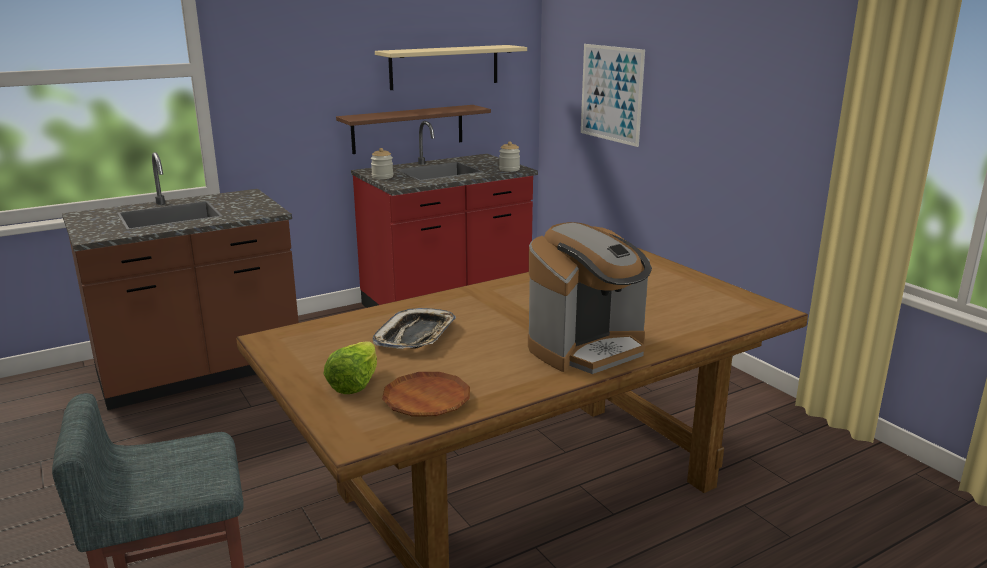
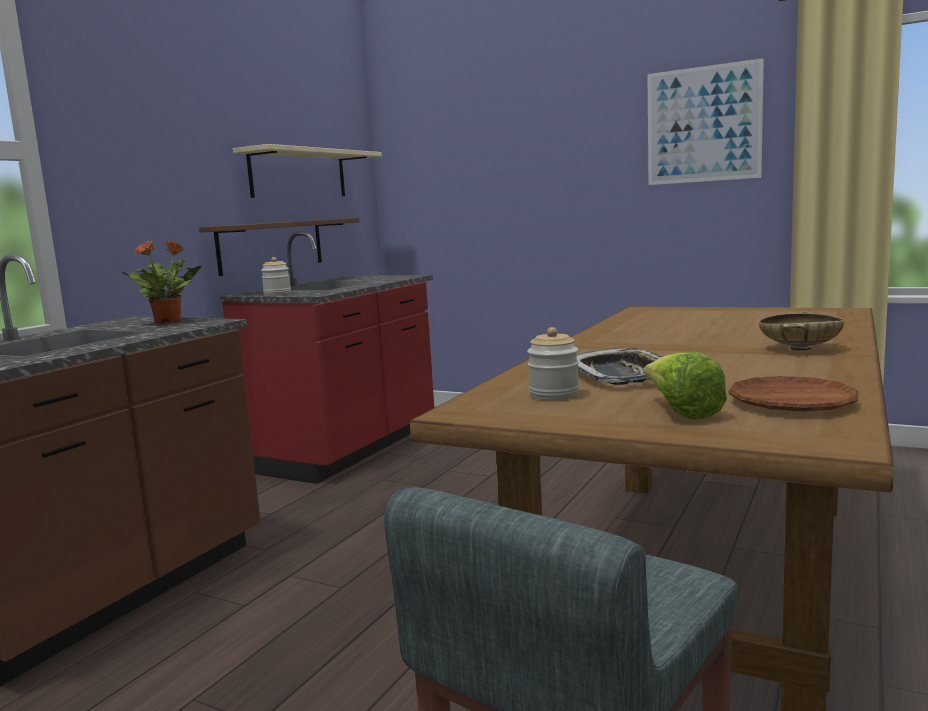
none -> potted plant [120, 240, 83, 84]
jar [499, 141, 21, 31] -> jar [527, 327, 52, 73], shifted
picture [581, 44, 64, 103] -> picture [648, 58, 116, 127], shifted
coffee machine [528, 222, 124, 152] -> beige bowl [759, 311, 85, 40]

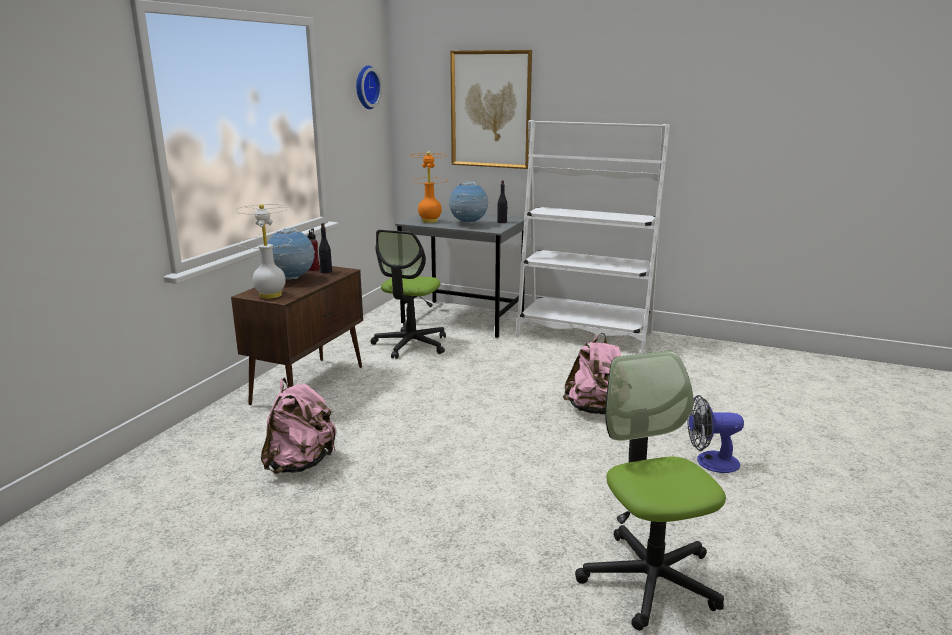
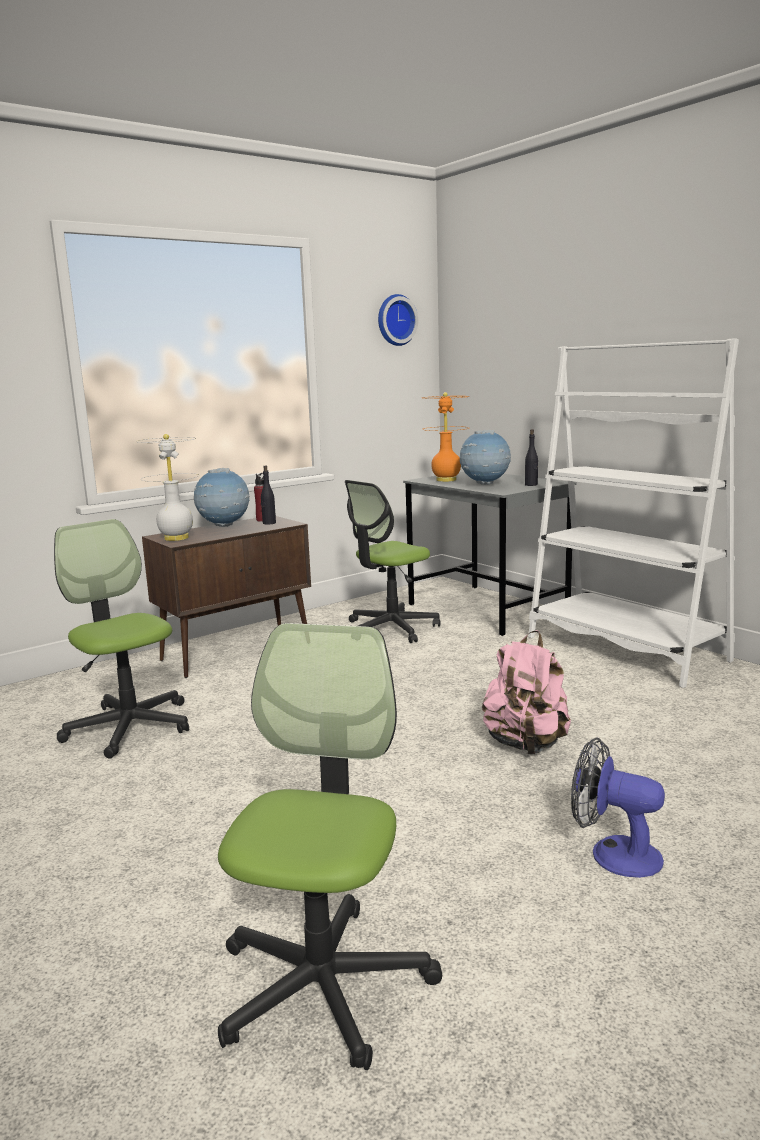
picture [450, 50, 82, 119] -> none
pink backpack [261, 378, 76, 96] -> office chair [54, 519, 135, 240]

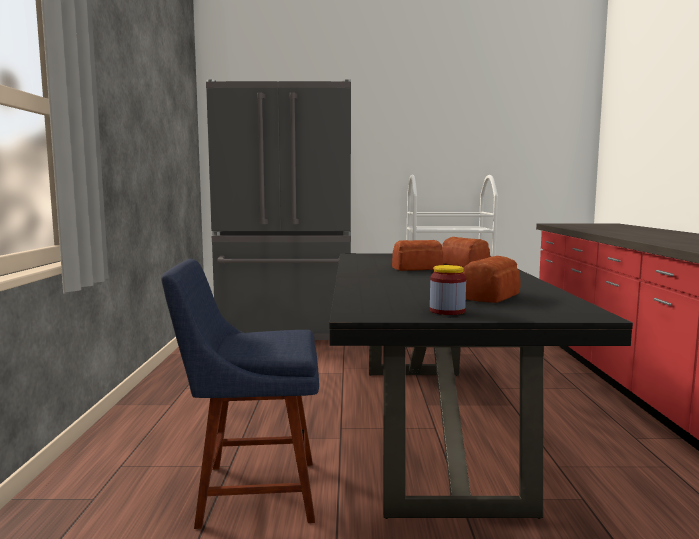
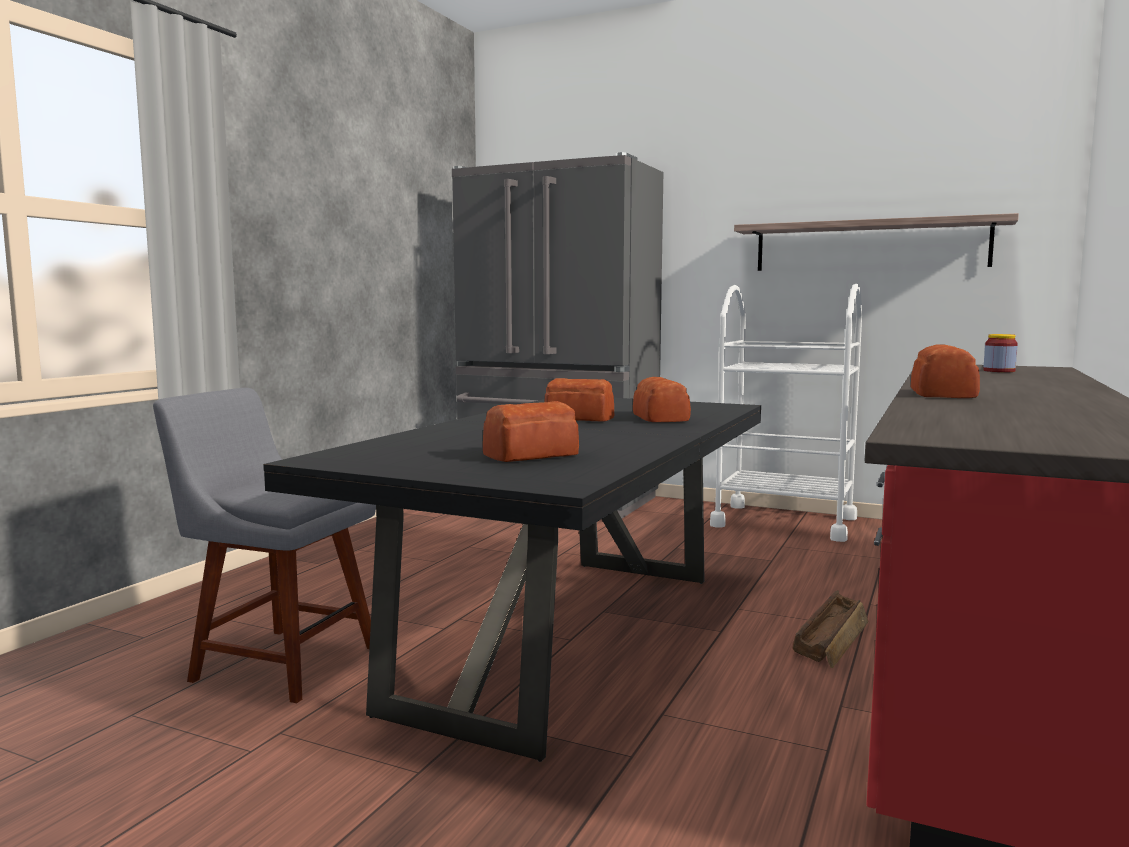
none -> shelf [734, 213, 285, 58]
none -> crate [793, 590, 75, 78]
none -> bread [911, 345, 69, 53]
jar [430, 265, 36, 50] -> jar [983, 334, 35, 38], shifted
blue chair [161, 259, 158, 270] -> grey chair [153, 388, 223, 315]

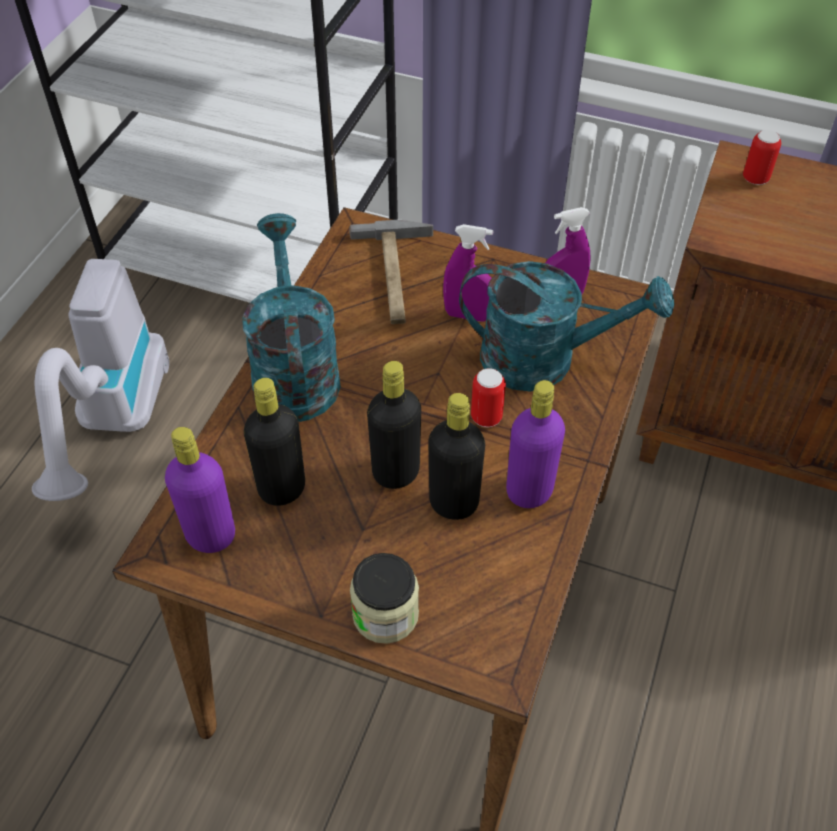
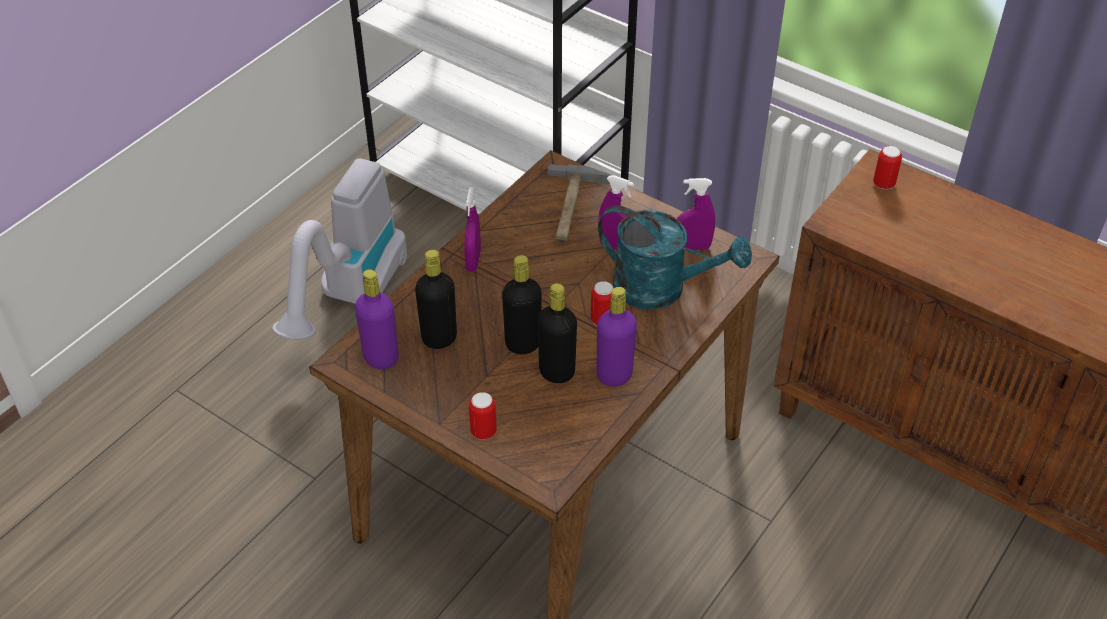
turquoise watering can [242, 213, 99, 209] -> purple spray bottle [464, 187, 17, 85]
jar [350, 553, 69, 91] -> can [469, 392, 28, 48]

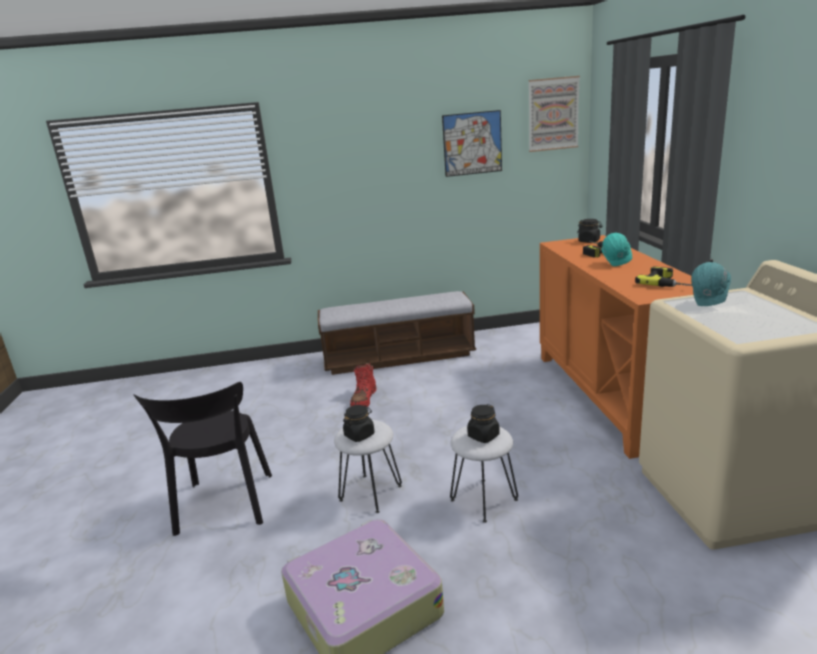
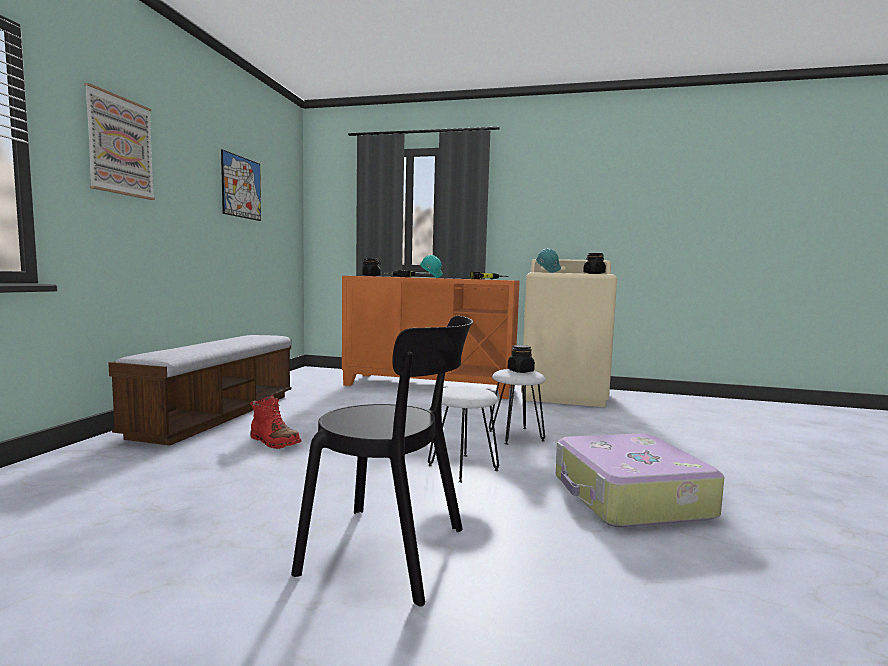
black jar [343, 405, 32, 37] -> black jar [583, 253, 23, 21], shifted
picture [528, 76, 52, 76] -> picture [84, 83, 71, 117], shifted

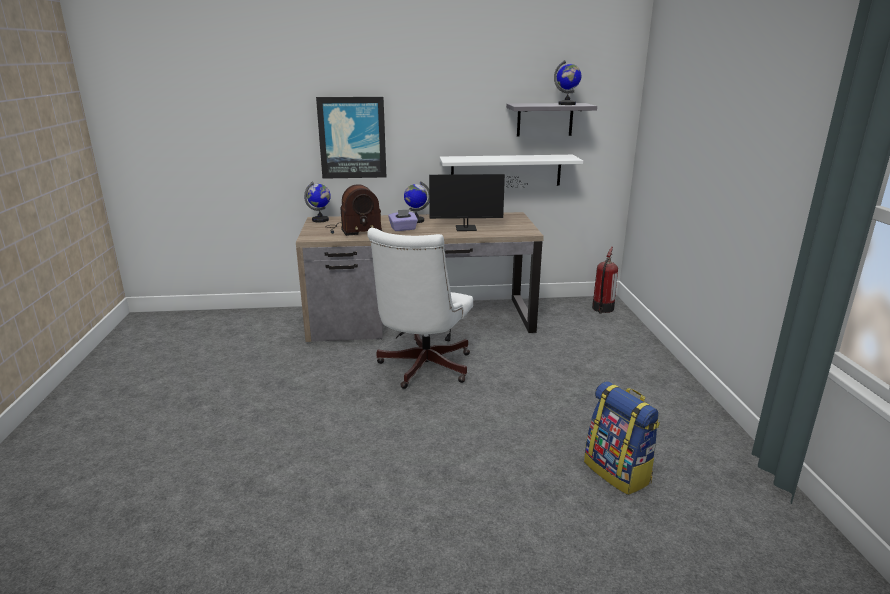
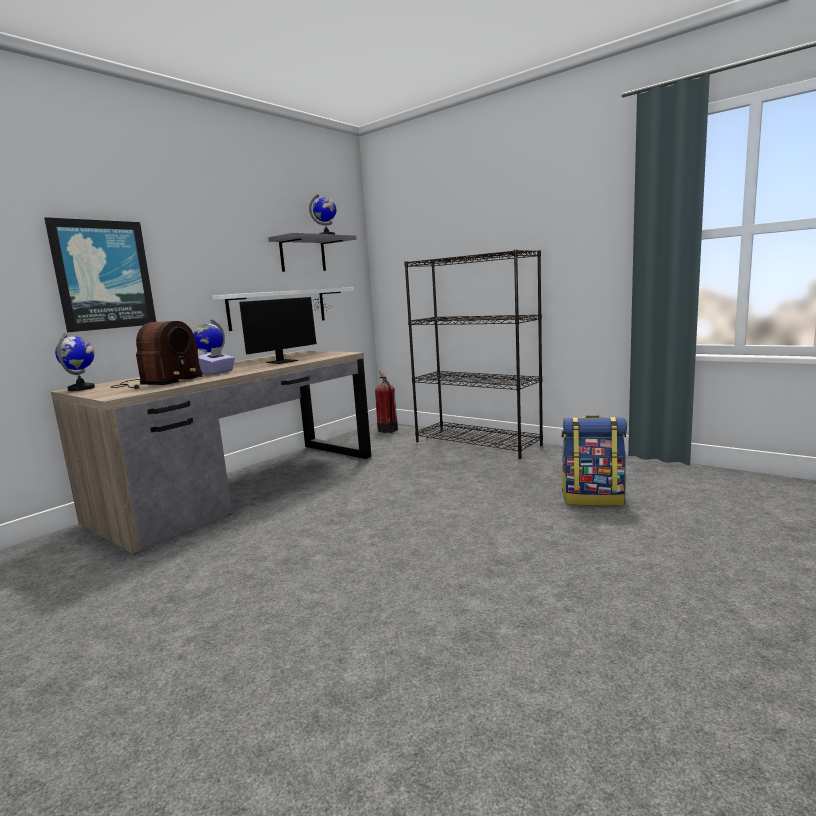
white office chair [367, 228, 106, 161] -> none
none -> black bookcase [404, 250, 139, 209]

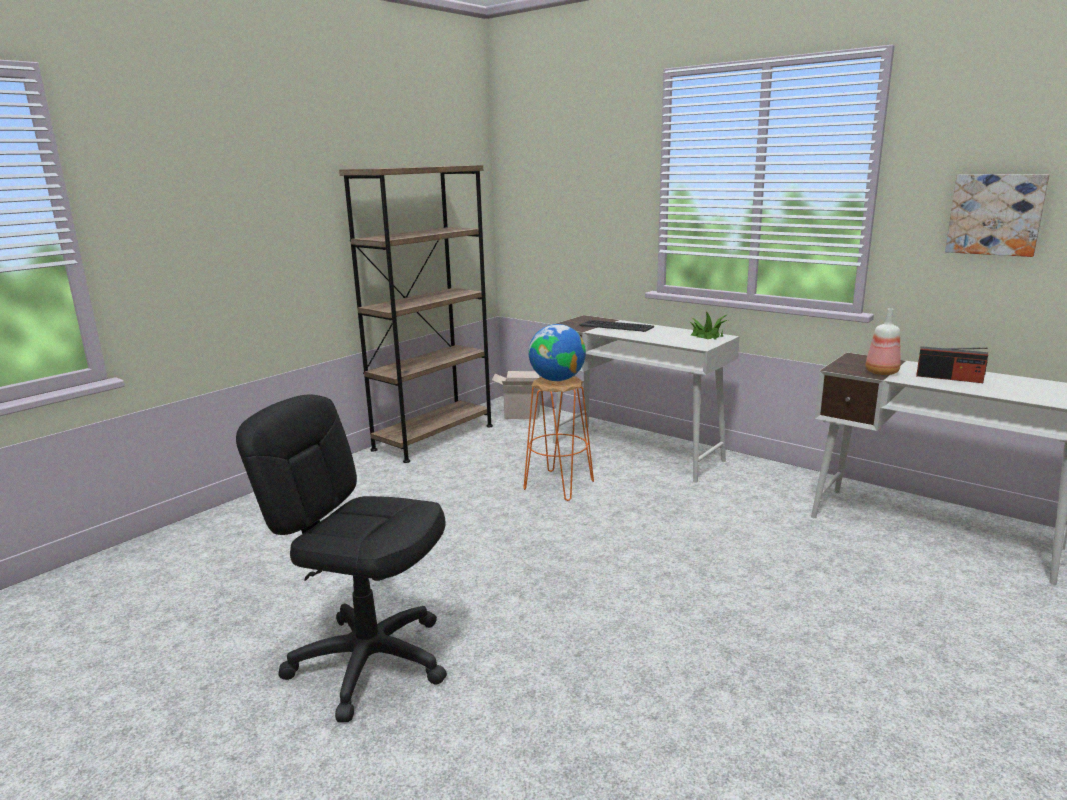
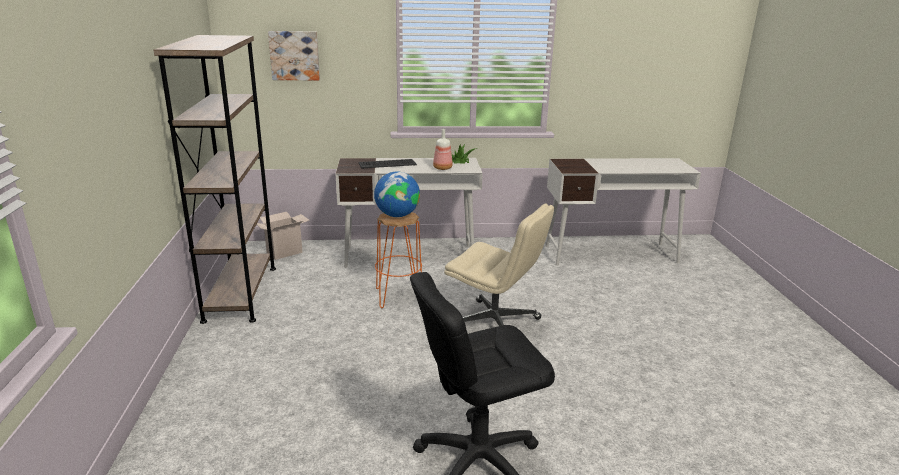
radio [916, 346, 72, 37] -> none
none -> beige office chair [444, 204, 110, 122]
bottle [865, 308, 36, 67] -> bottle [433, 129, 20, 41], shifted
picture [945, 174, 105, 83] -> picture [268, 31, 52, 50], shifted

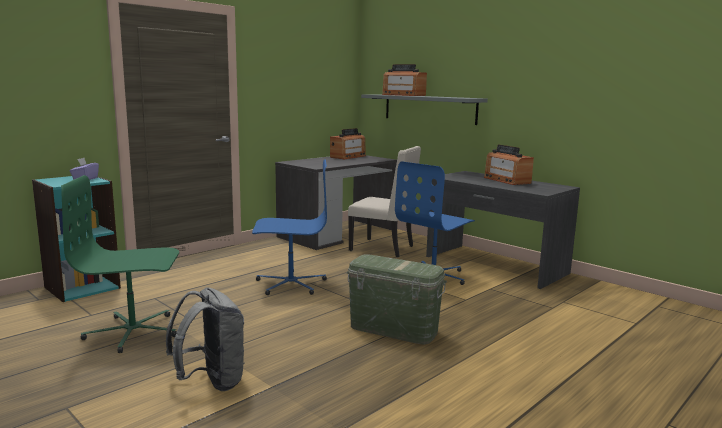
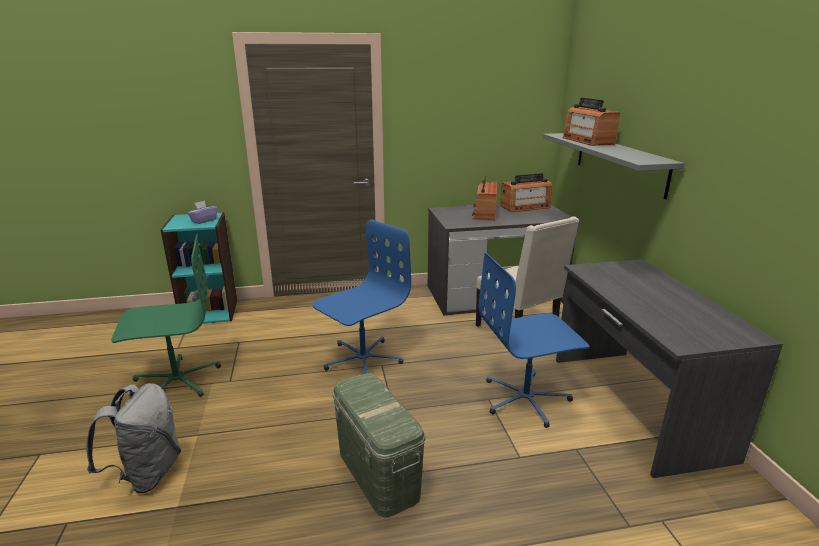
radio [484, 144, 50, 41] -> radio [472, 175, 25, 45], shifted
green office chair [61, 175, 118, 178] -> green office chair [111, 234, 110, 163], 135 degrees clockwise
blue office chair [252, 159, 75, 136] -> blue office chair [312, 219, 99, 155], 75 degrees counterclockwise

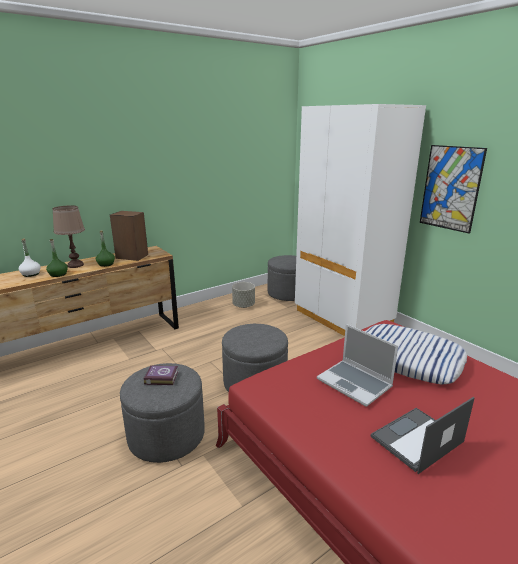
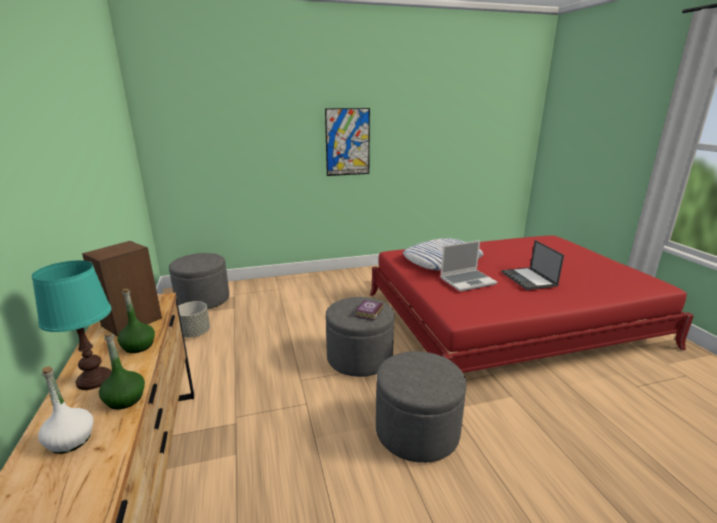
white wardrobe [295, 104, 131, 232] -> none
book [144, 365, 35, 20] -> book [355, 300, 28, 20], shifted
brown table lamp [52, 205, 33, 63] -> turquoise table lamp [32, 260, 80, 130]

